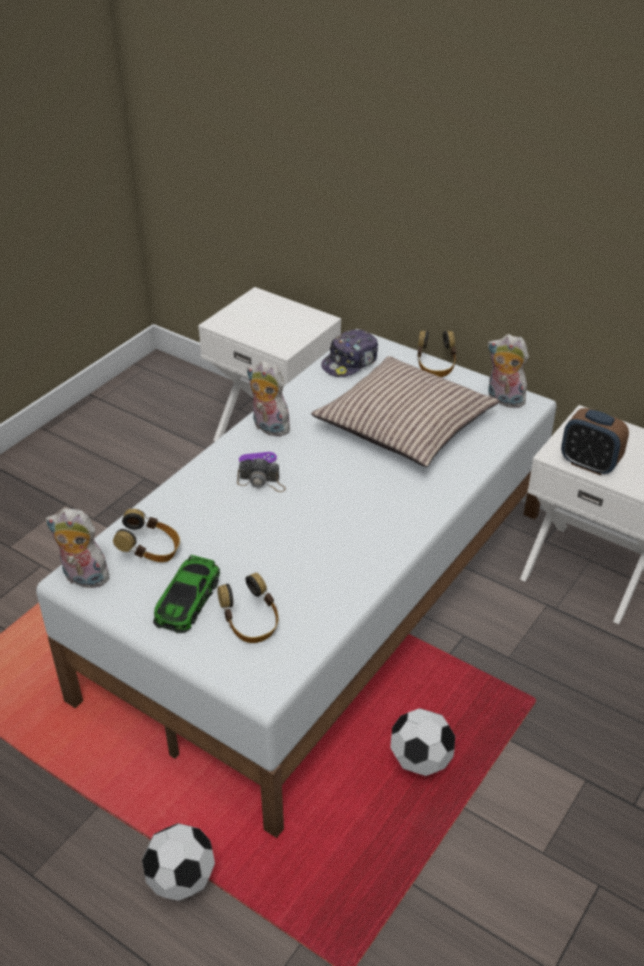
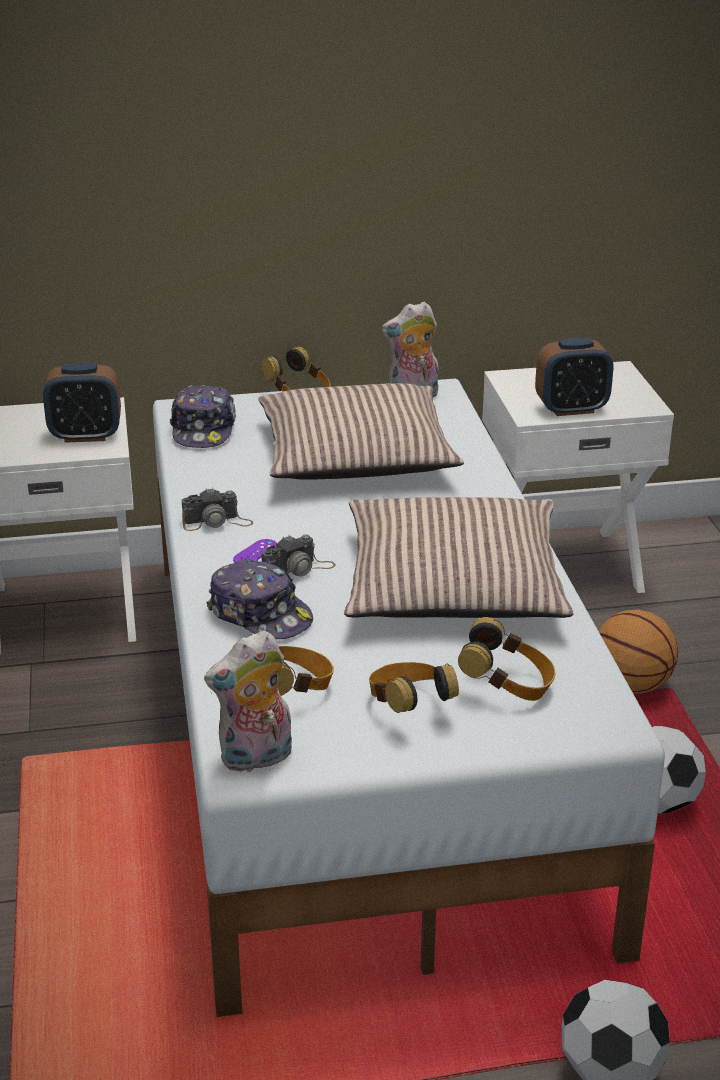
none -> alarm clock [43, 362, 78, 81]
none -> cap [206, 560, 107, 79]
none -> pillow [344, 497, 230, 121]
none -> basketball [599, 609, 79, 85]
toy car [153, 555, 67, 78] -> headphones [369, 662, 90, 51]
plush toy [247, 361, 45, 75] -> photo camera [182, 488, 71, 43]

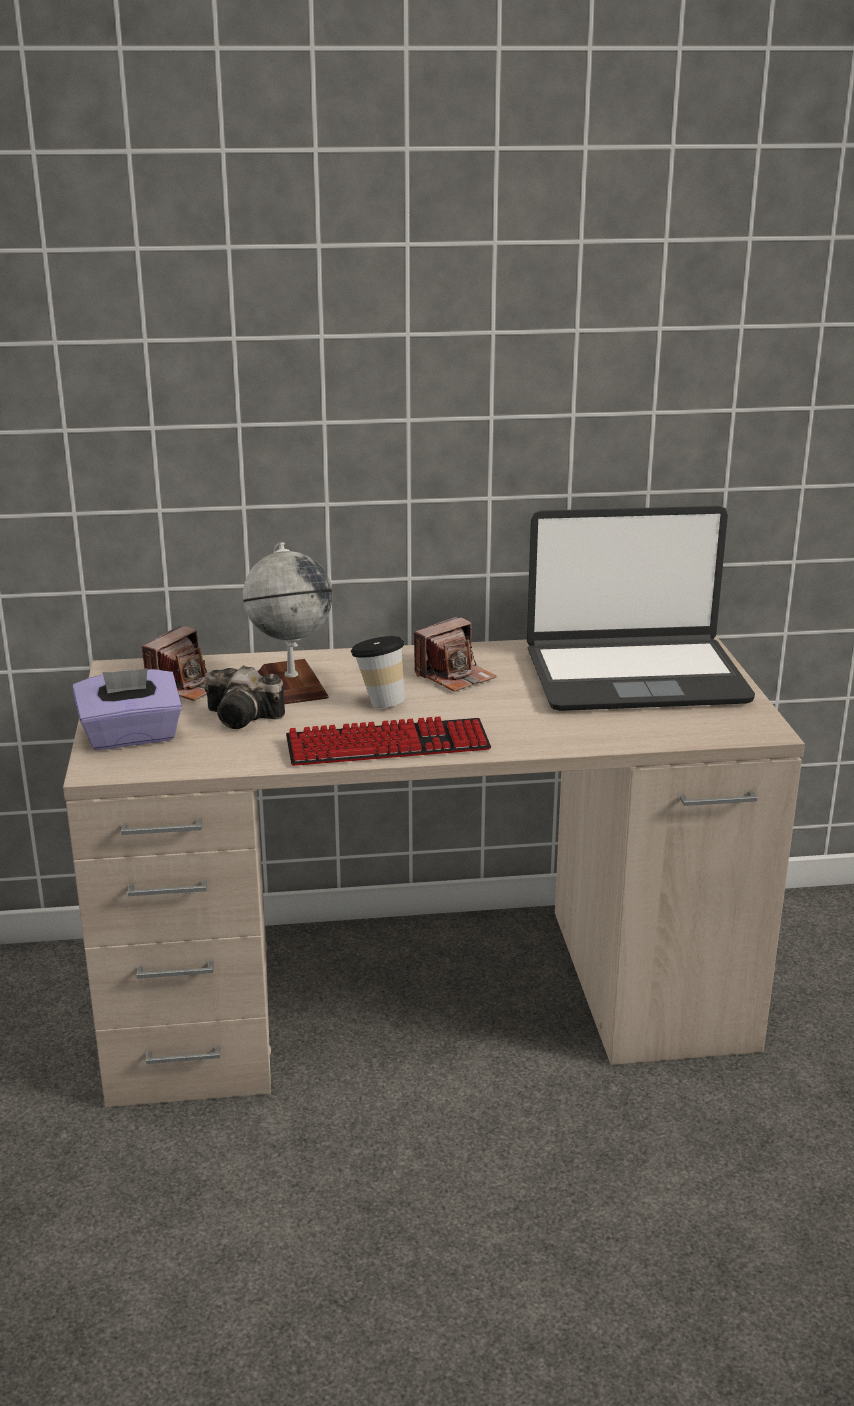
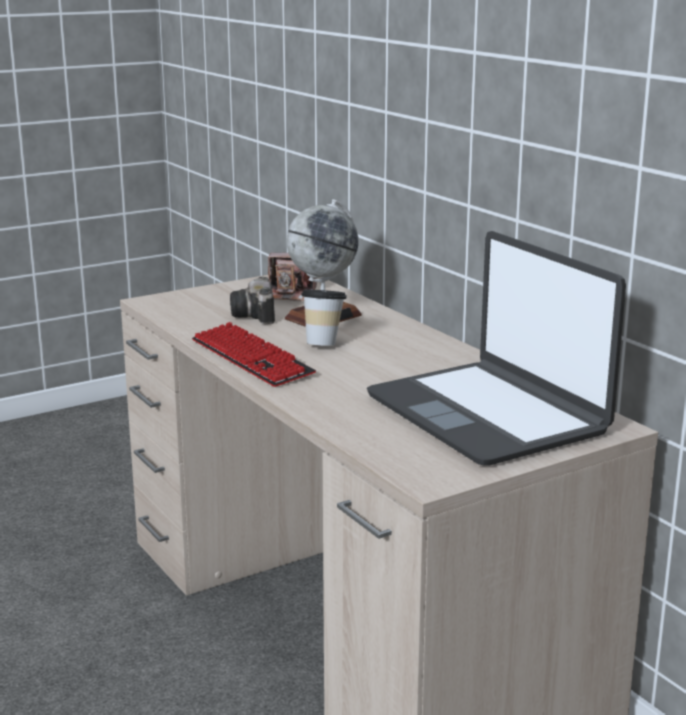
purple tissue box [73, 668, 109, 82] -> none
photo camera [414, 617, 83, 75] -> none

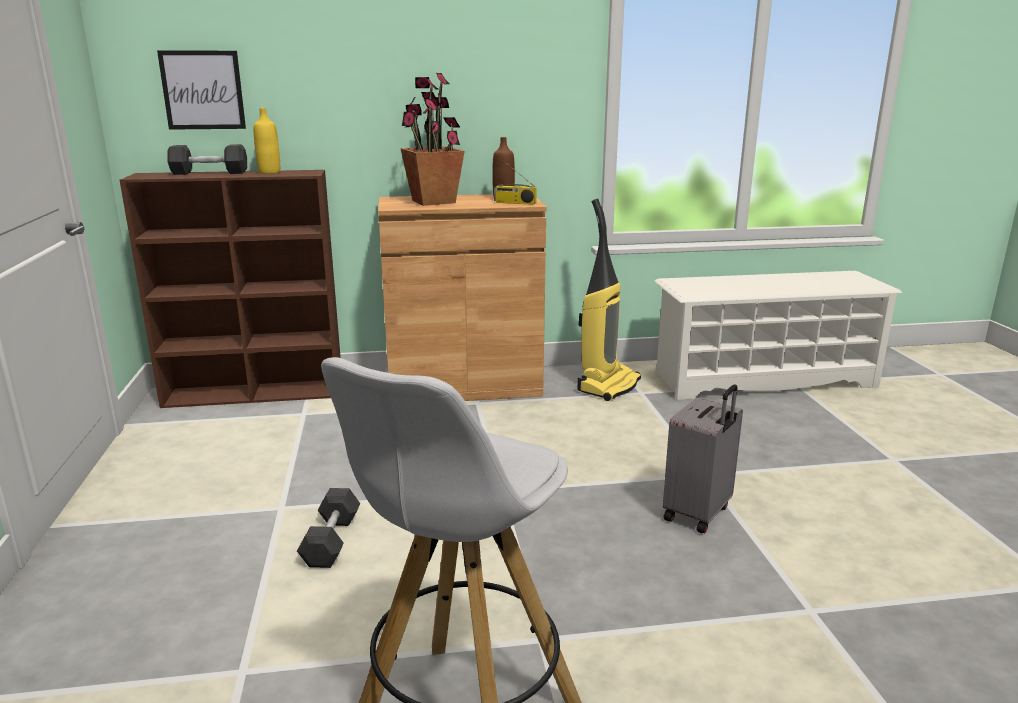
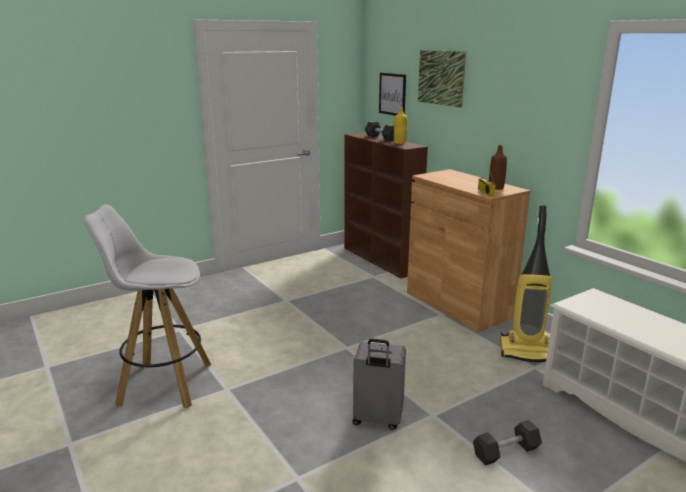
potted plant [400, 73, 65, 133] -> none
none -> picture [418, 50, 48, 58]
grey dumbbell [297, 488, 63, 80] -> grey dumbbell [473, 420, 69, 46], shifted

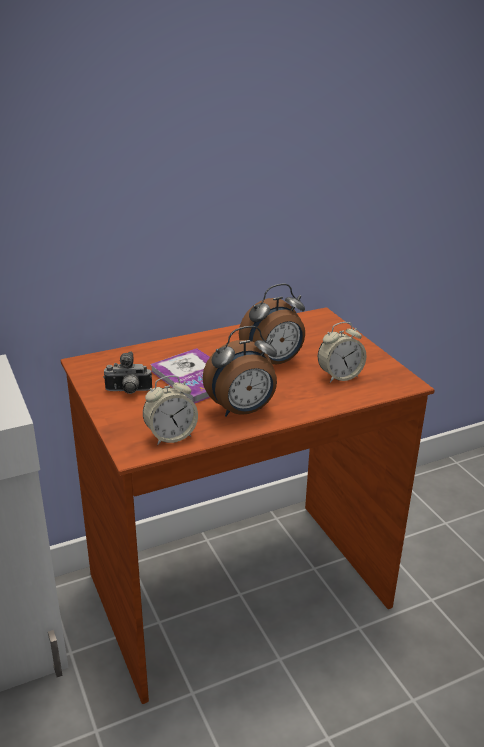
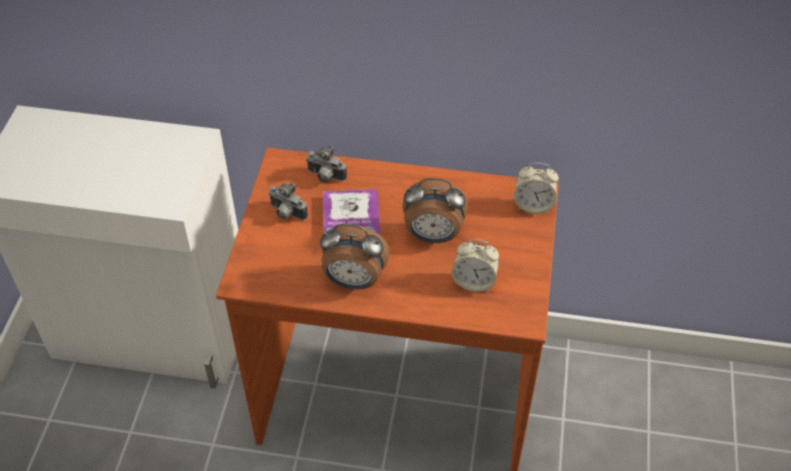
none -> photo camera [306, 146, 41, 37]
alarm clock [143, 376, 55, 69] -> alarm clock [514, 163, 45, 51], shifted

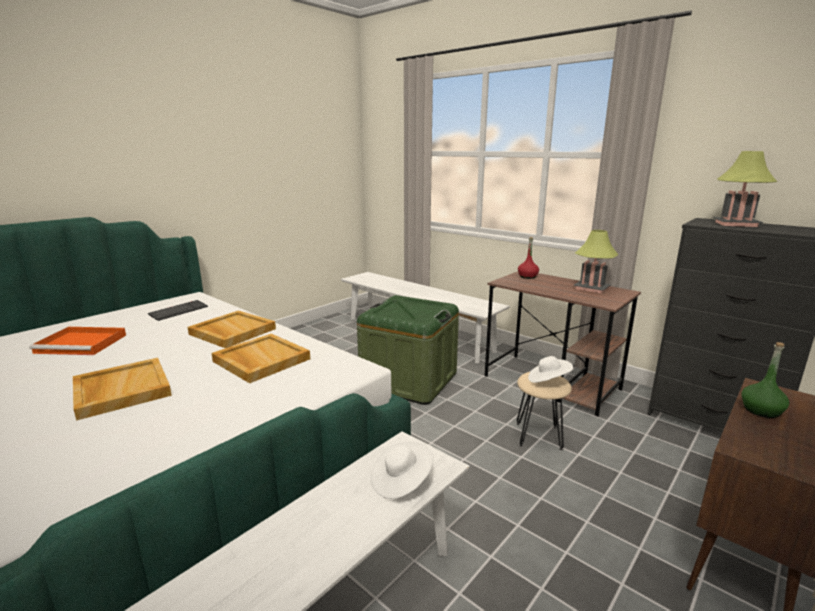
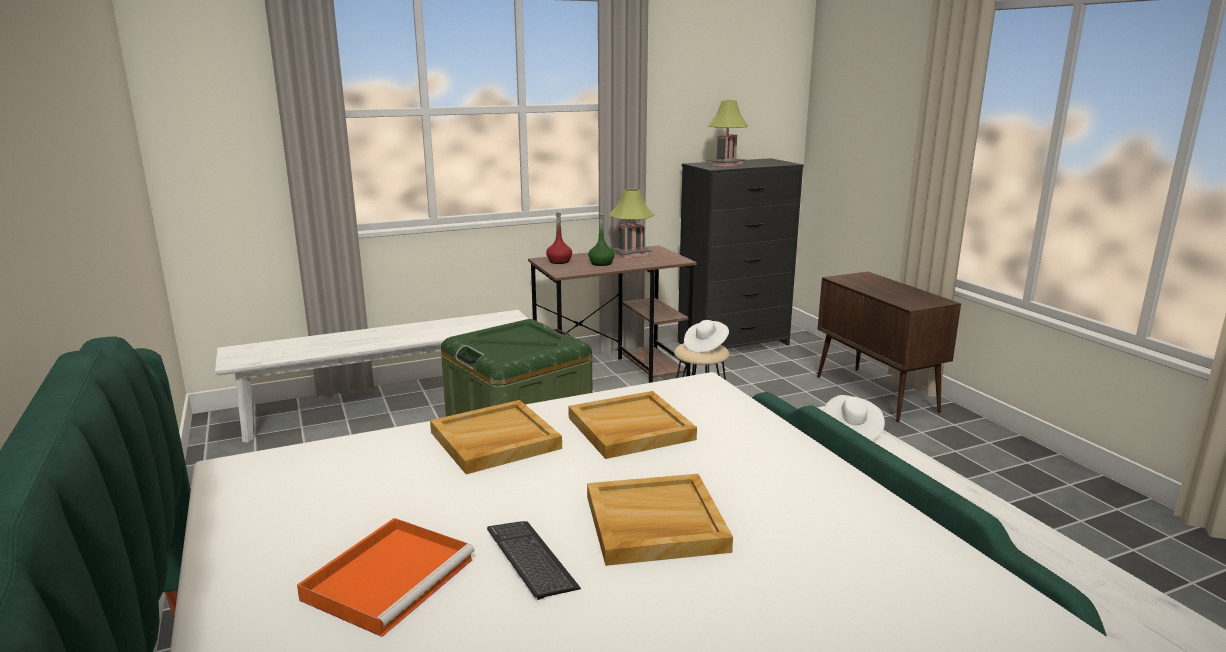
keyboard [148, 300, 60, 21] -> keyboard [487, 521, 94, 79], shifted
green bottle [741, 342, 48, 76] -> green bottle [588, 214, 27, 52], shifted

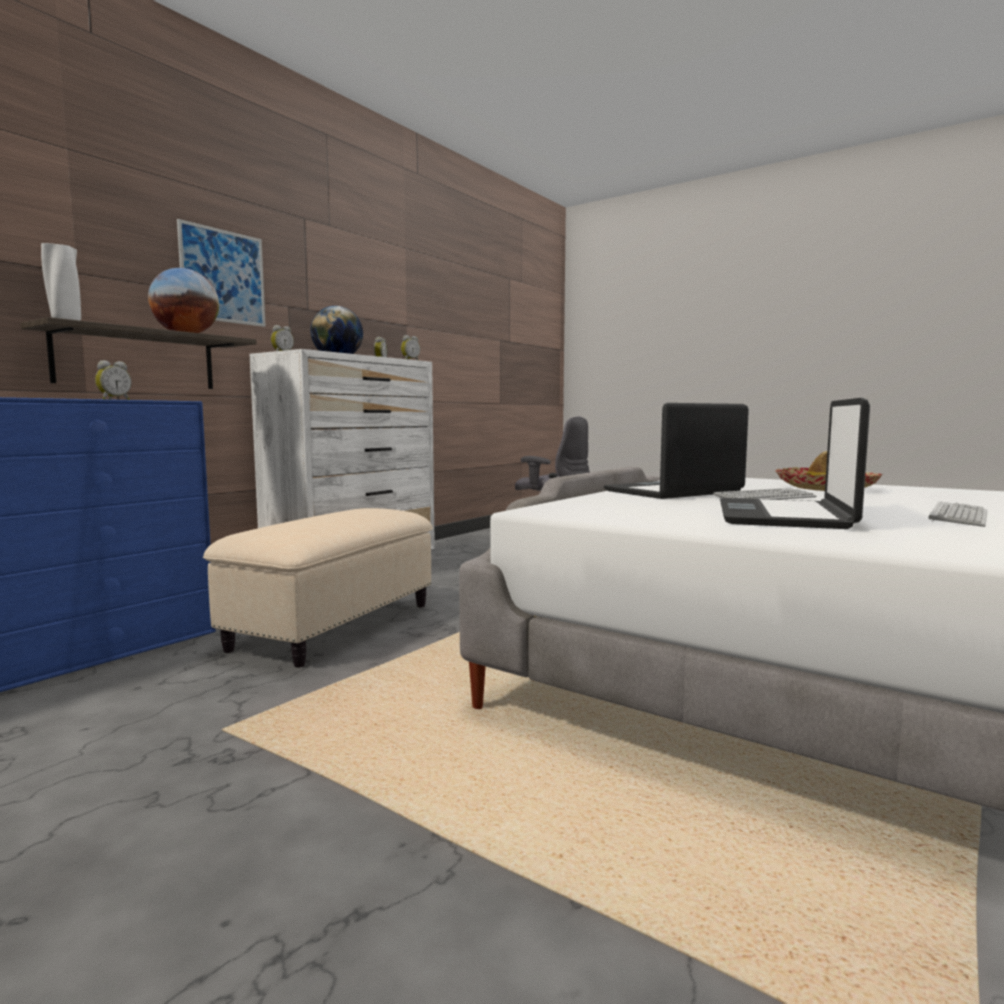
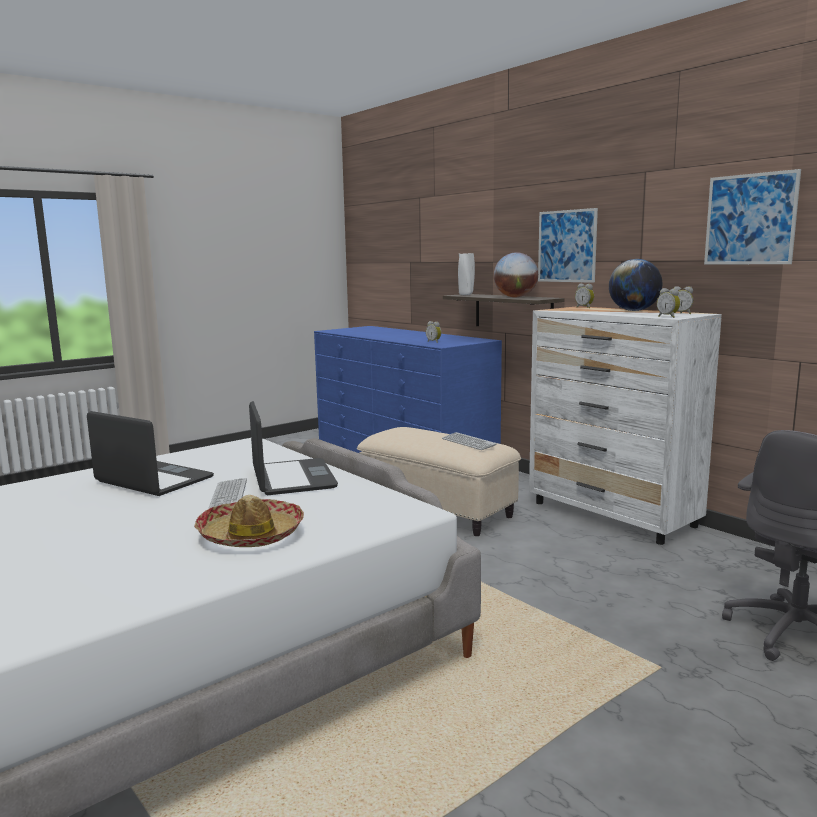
none -> picture [704, 169, 97, 95]
keyboard [929, 501, 59, 26] -> keyboard [442, 432, 55, 18], shifted

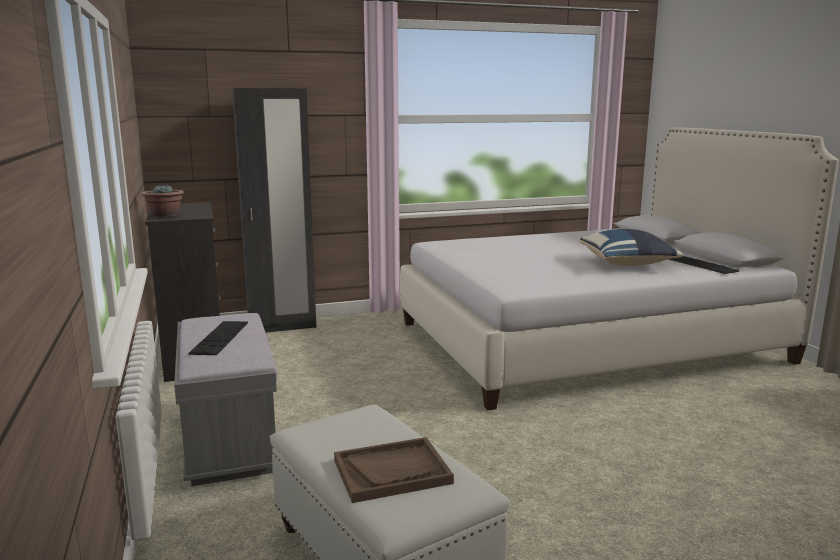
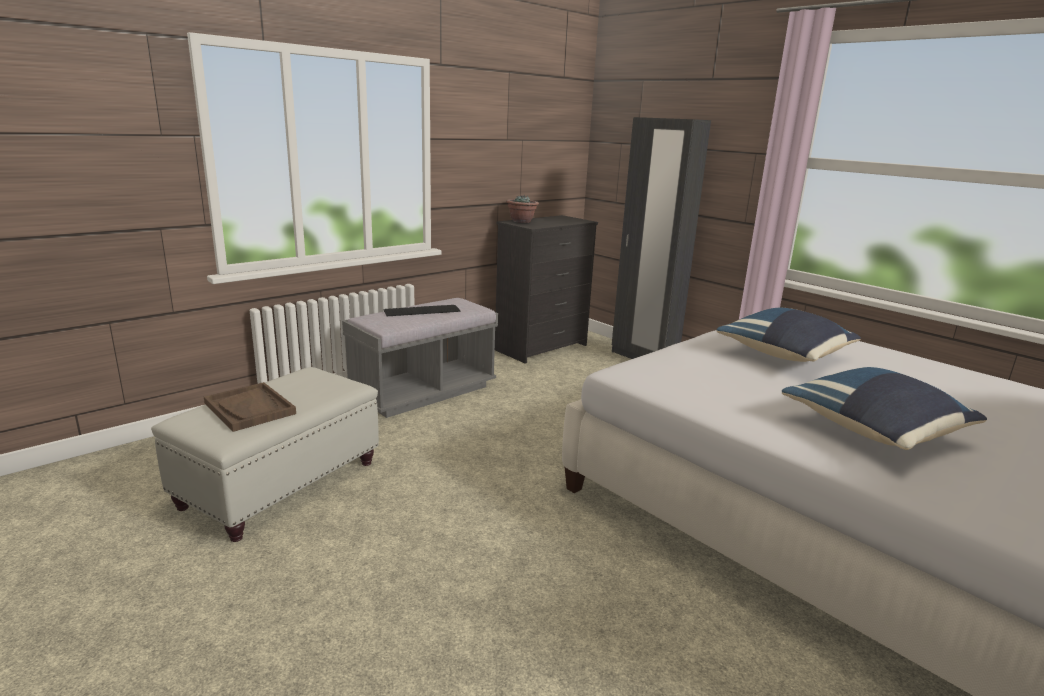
keyboard [668, 256, 72, 18] -> none
none -> blue pillow [716, 308, 145, 54]

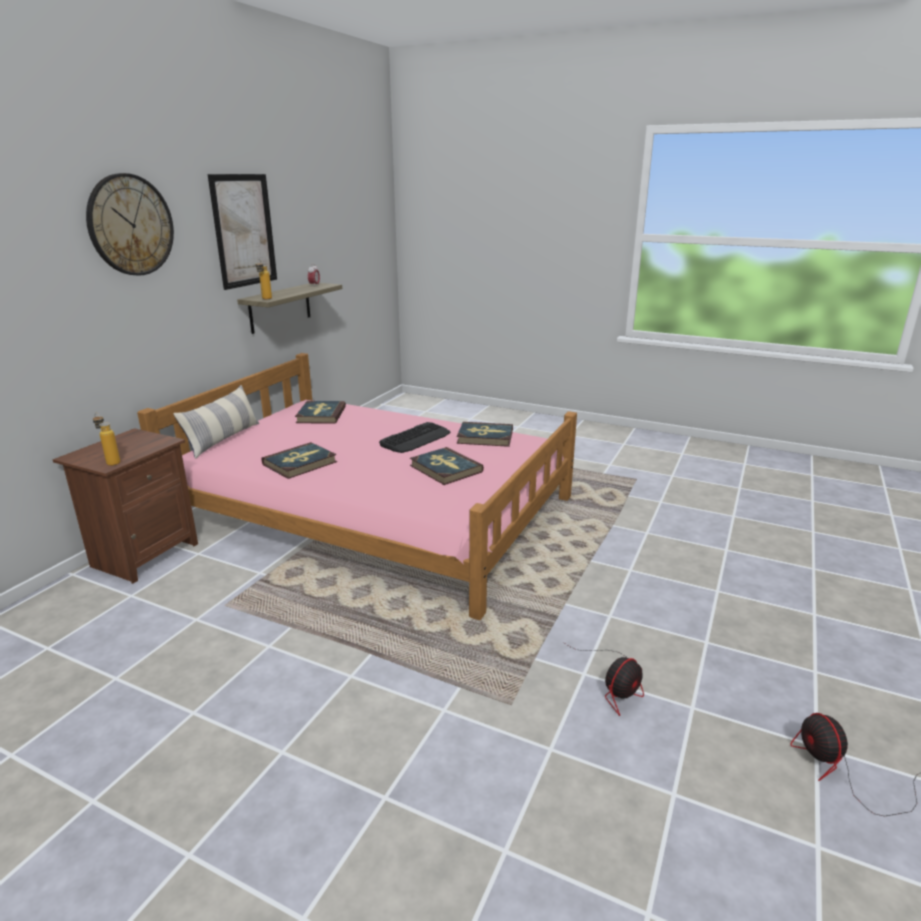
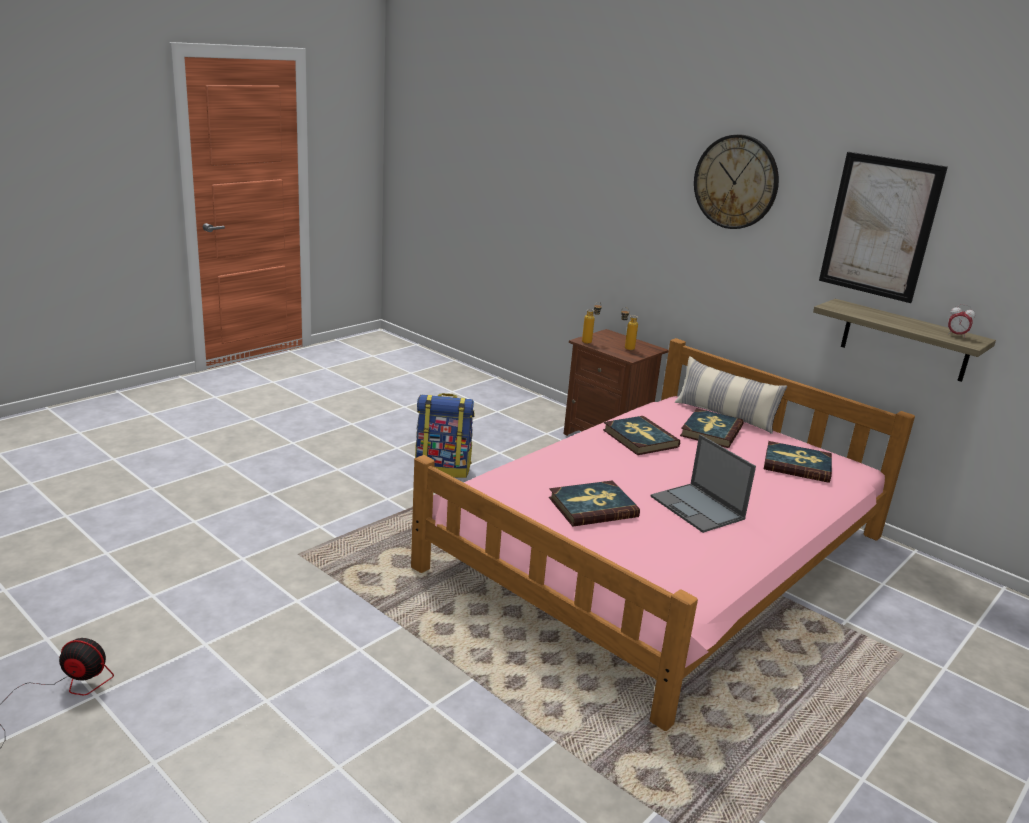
fan [566, 644, 78, 72] -> none
none -> backpack [415, 393, 60, 85]
bottle [255, 259, 17, 40] -> bottle [621, 307, 17, 43], shifted
book [457, 422, 56, 25] -> book [680, 408, 64, 40], shifted
keyboard [379, 422, 72, 31] -> laptop [651, 434, 105, 99]

